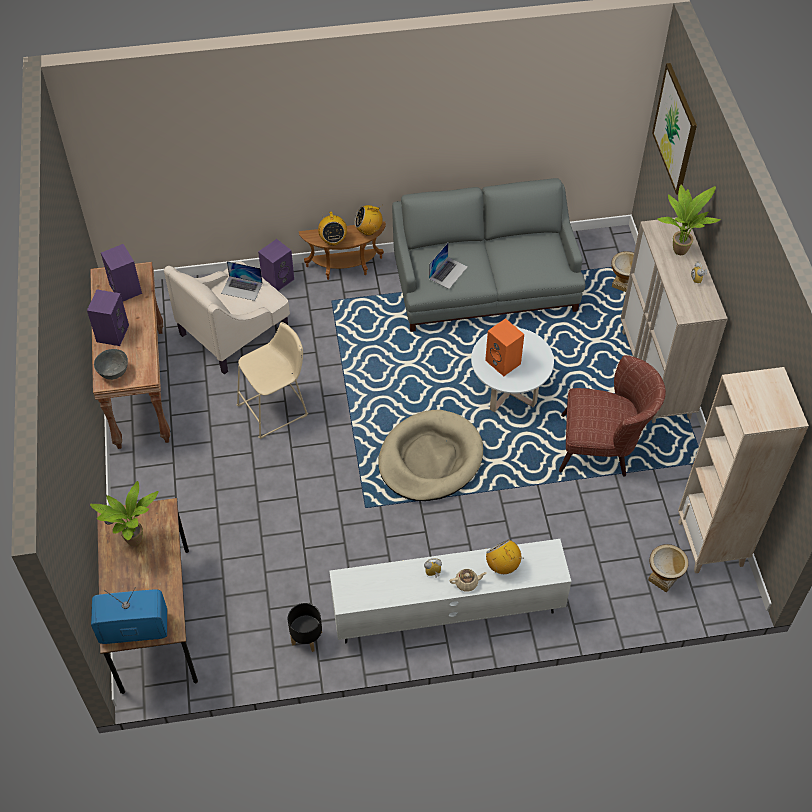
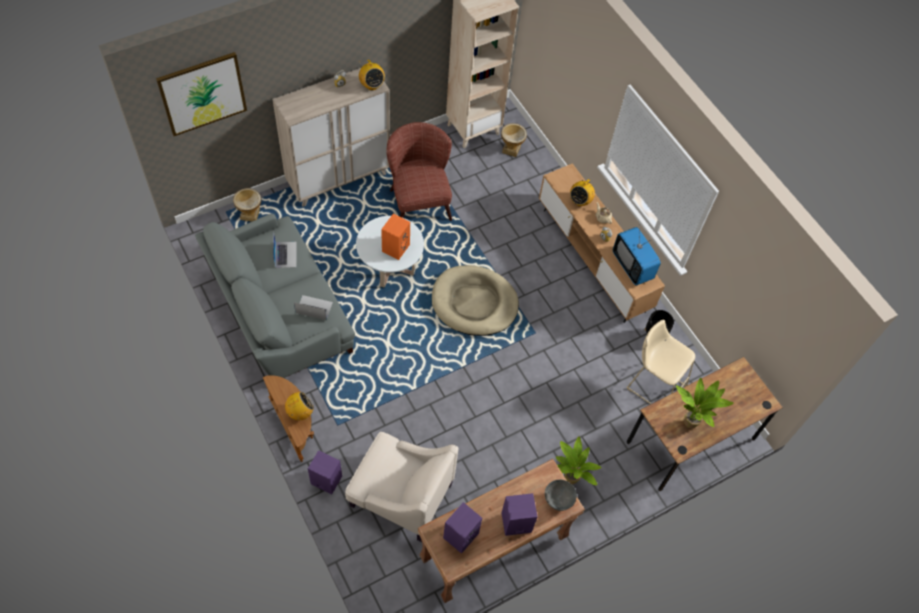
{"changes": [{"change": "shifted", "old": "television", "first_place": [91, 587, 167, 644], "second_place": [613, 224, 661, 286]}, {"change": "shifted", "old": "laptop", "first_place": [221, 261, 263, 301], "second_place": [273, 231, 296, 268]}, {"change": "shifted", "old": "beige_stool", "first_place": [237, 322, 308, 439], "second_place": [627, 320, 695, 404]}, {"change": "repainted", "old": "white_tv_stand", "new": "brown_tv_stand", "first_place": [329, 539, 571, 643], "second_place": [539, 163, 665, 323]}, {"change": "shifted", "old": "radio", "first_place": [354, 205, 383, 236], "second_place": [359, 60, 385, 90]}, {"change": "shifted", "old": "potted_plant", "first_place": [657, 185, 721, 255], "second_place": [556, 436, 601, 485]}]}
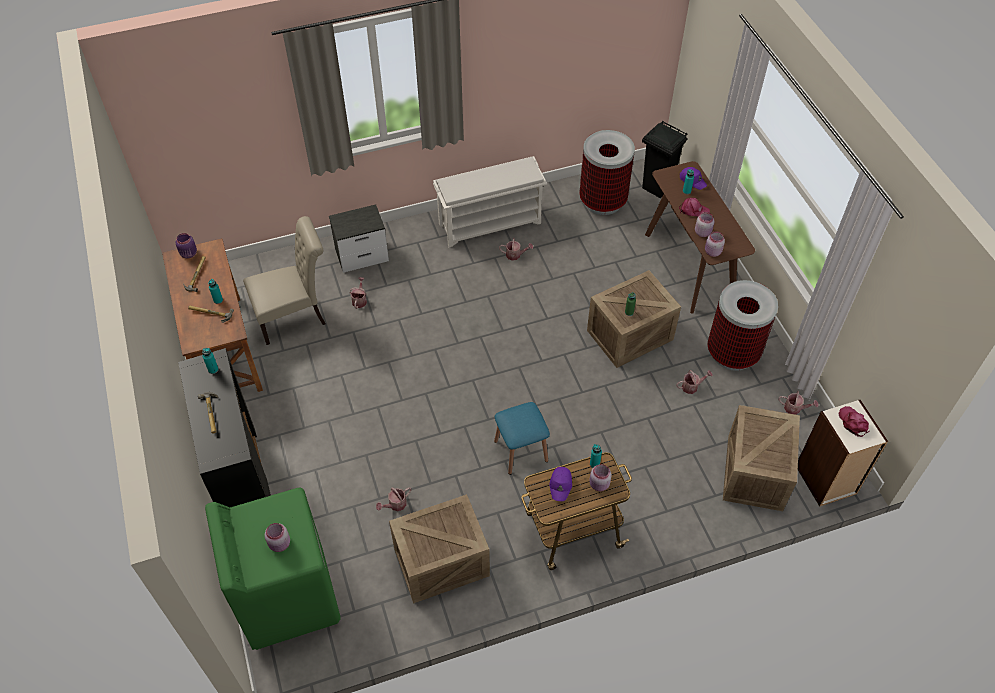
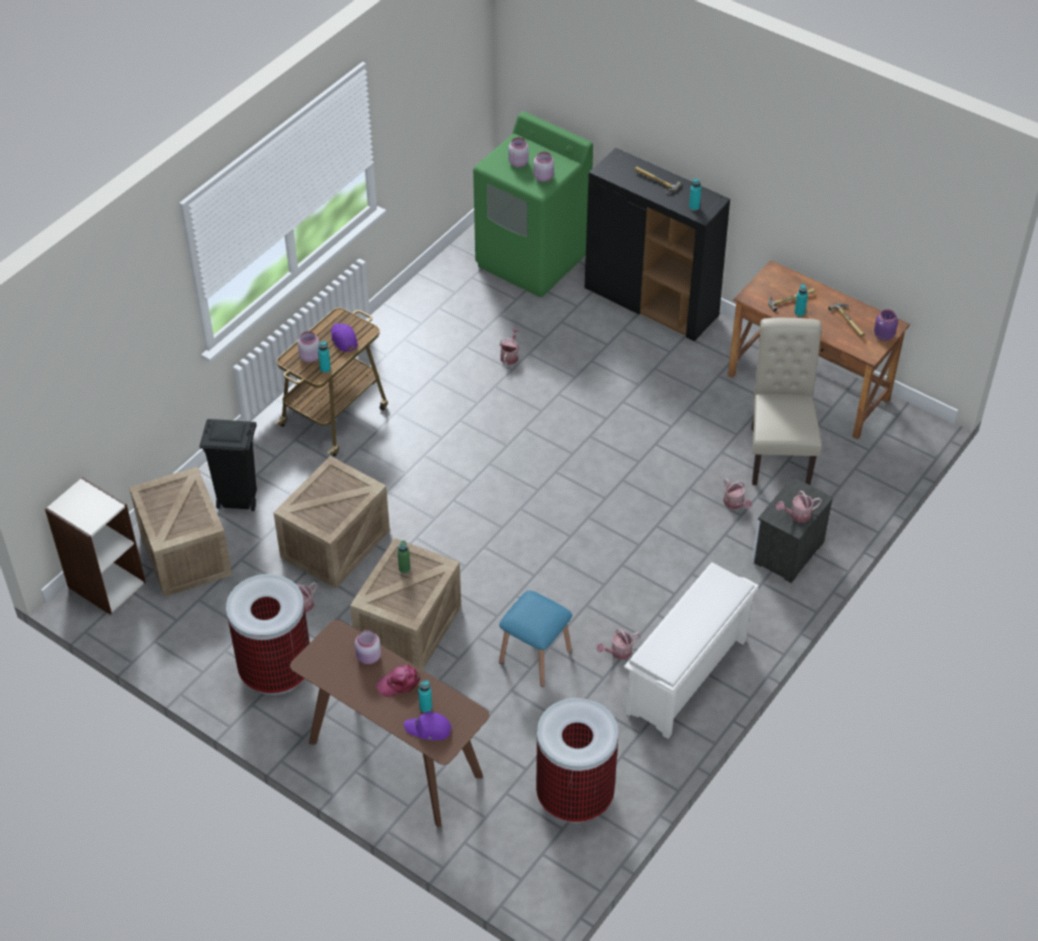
{"changes": [{"change": "rotated", "old": "beige_chair", "first_place": [243, 216, 326, 345], "second_place": [751, 318, 822, 485], "degrees": 150}, {"change": "shifted", "old": "crate", "first_place": [389, 494, 490, 604], "second_place": [274, 456, 390, 589]}, {"change": "shifted", "old": "blue_stool", "first_place": [494, 402, 550, 475], "second_place": [499, 591, 572, 687]}, {"change": "shifted", "old": "black_trash_can", "first_place": [642, 121, 688, 198], "second_place": [199, 419, 257, 511]}, {"change": "shifted", "old": "pink_jar", "first_place": [705, 231, 725, 257], "second_place": [533, 152, 554, 182]}, {"change": "shifted", "old": "watering_can", "first_place": [778, 391, 818, 415], "second_place": [776, 491, 822, 522]}, {"change": "gone", "old": "pink_cap", "first_place": [838, 406, 869, 437]}]}
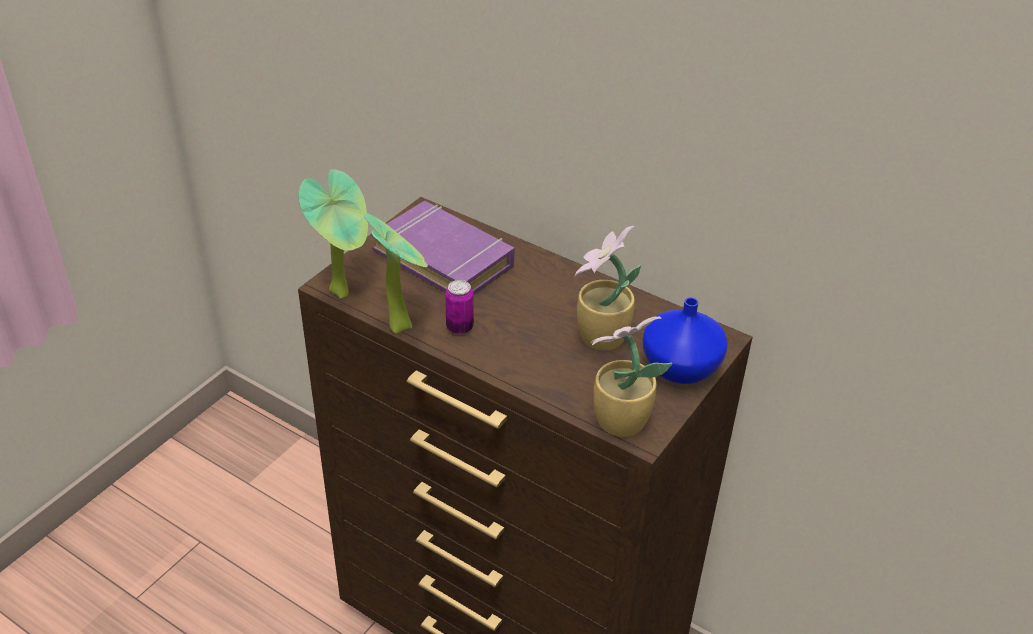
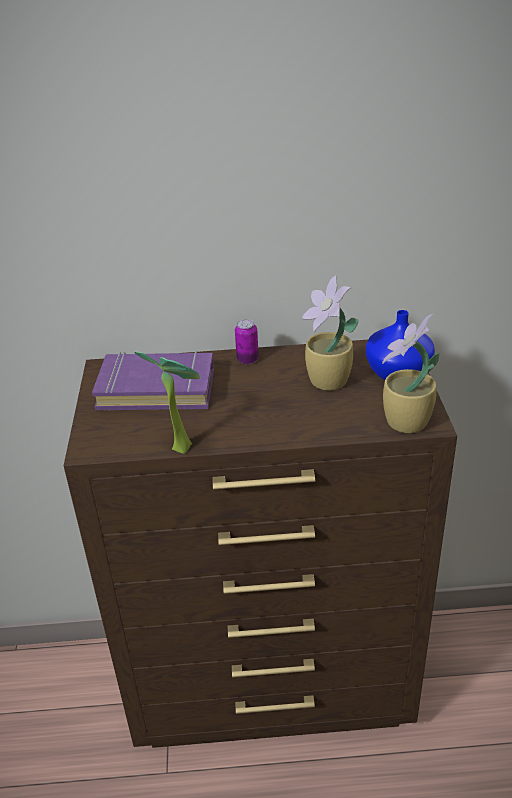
{"changes": [{"change": "gone", "old": "potted_plant", "first_place": [298, 169, 368, 299]}, {"change": "shifted", "old": "can", "first_place": [445, 280, 474, 334], "second_place": [235, 319, 259, 364]}]}
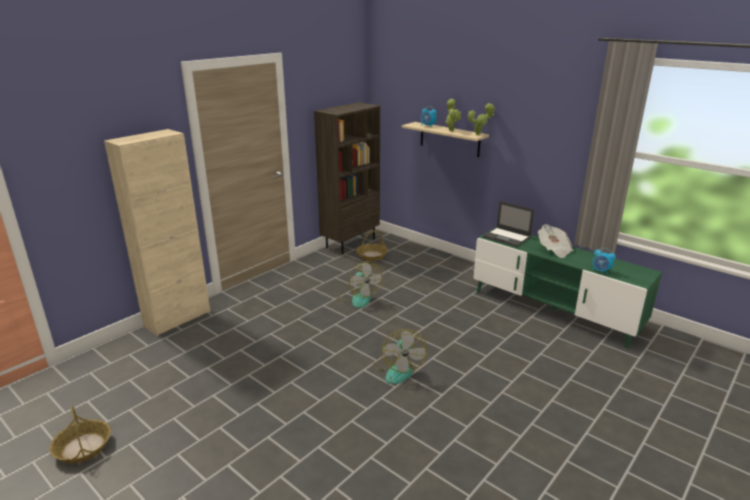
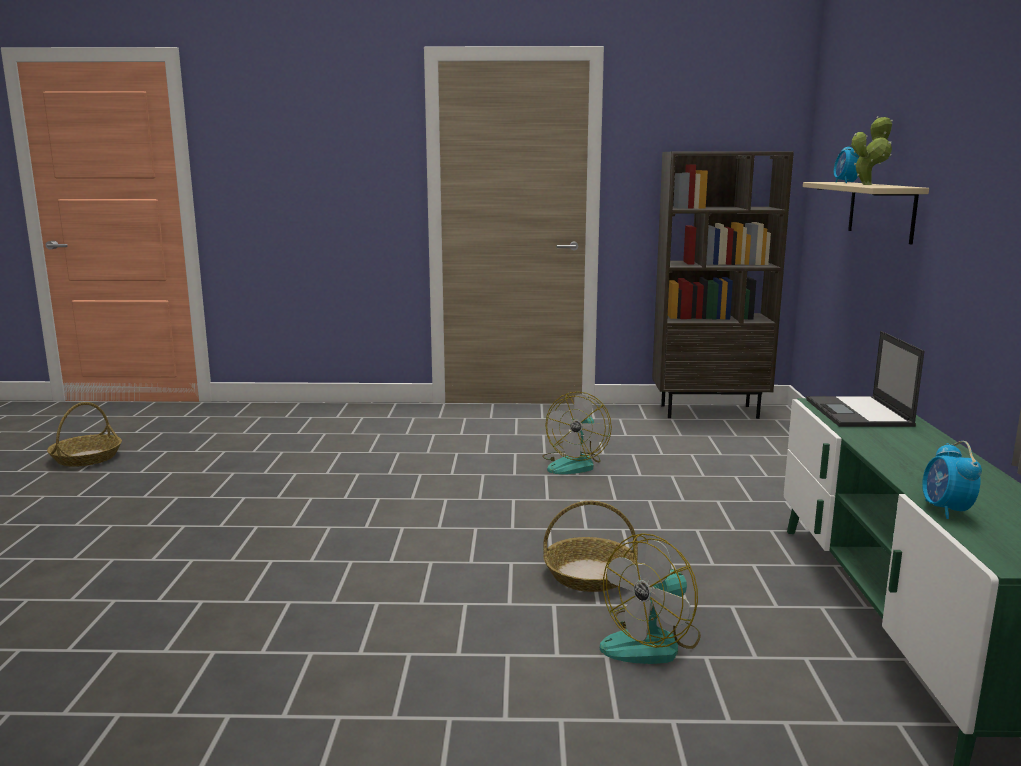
{"changes": [{"change": "gone", "old": "beige_cabinet", "first_place": [104, 129, 210, 336]}, {"change": "shifted", "old": "basket", "first_place": [356, 231, 388, 261], "second_place": [543, 501, 638, 592]}, {"change": "shifted", "old": "fan", "first_place": [372, 330, 428, 384], "second_place": [600, 533, 701, 664]}, {"change": "gone", "old": "potted_plant", "first_place": [468, 103, 495, 136]}, {"change": "gone", "old": "newspaper", "first_place": [538, 225, 573, 258]}]}
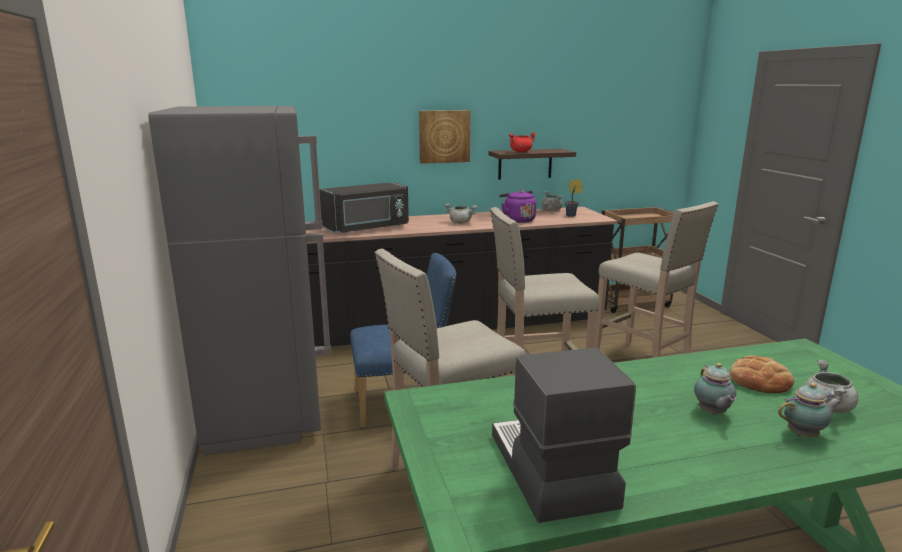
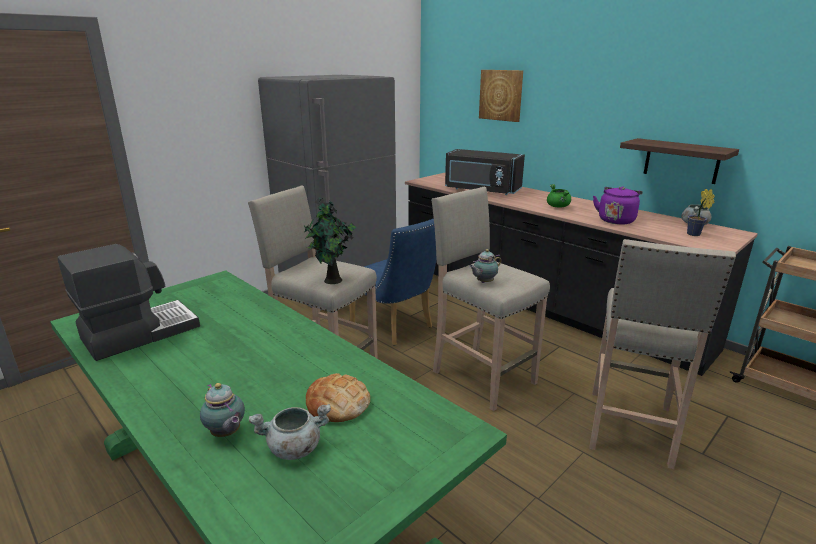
{"changes": [{"change": "shifted", "old": "picture", "first_place": [419, 110, 470, 164], "second_place": [479, 70, 523, 122]}, {"change": "repainted", "old": "grey_cooking_pot", "new": "green_cooking_pot", "first_place": [445, 203, 477, 224], "second_place": [547, 184, 571, 208]}, {"change": "gone", "old": "red_cooking_pot", "first_place": [509, 132, 536, 152]}, {"change": "shifted", "old": "teapot", "first_place": [694, 363, 736, 415], "second_place": [469, 249, 502, 283]}, {"change": "new", "new": "potted_plant", "second_place": [304, 197, 356, 284]}]}
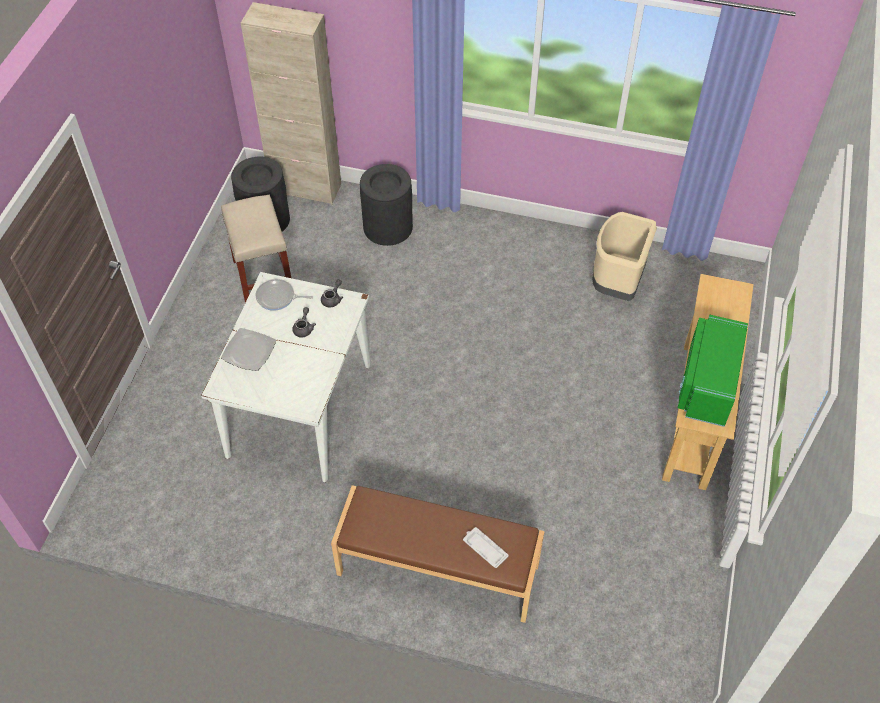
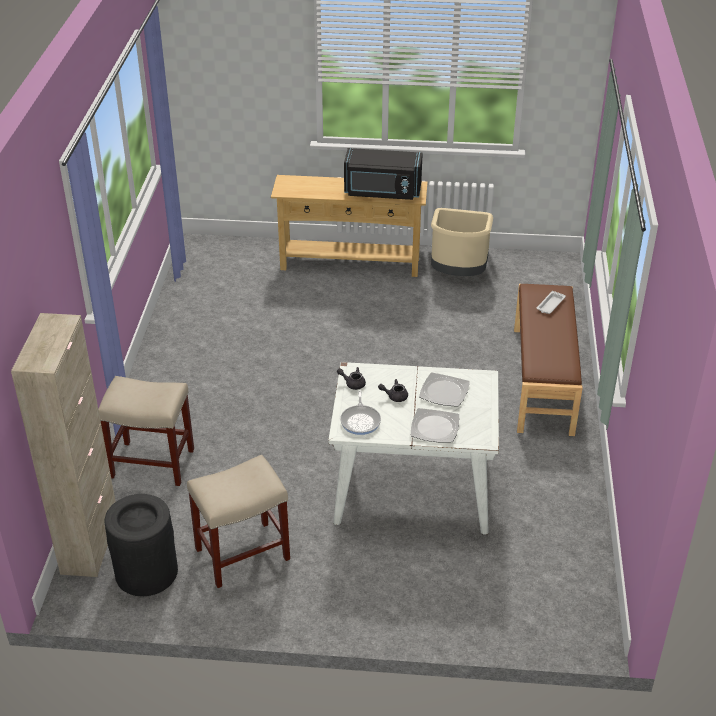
{"changes": [{"change": "swapped", "old": "black_trash_can", "new": "beige_stool", "first_place": [360, 164, 413, 246], "second_place": [98, 376, 194, 486]}, {"change": "shifted", "old": "beige_trash_can", "first_place": [592, 212, 657, 301], "second_place": [431, 208, 493, 276]}, {"change": "repainted", "old": "green_microwave", "new": "black_microwave", "first_place": [678, 315, 748, 427], "second_place": [344, 148, 423, 200]}, {"change": "new", "new": "plate", "second_place": [419, 372, 470, 407]}]}
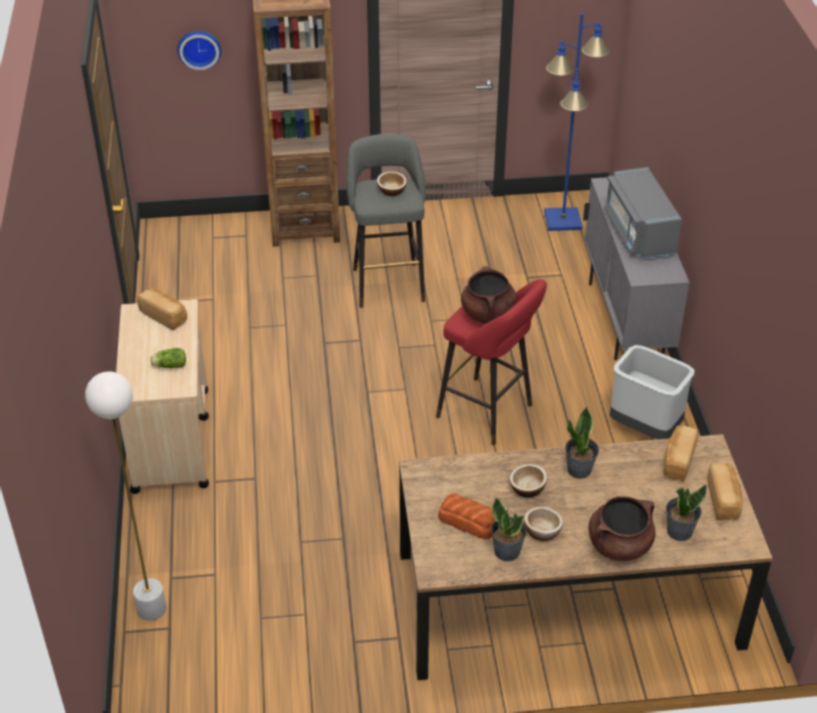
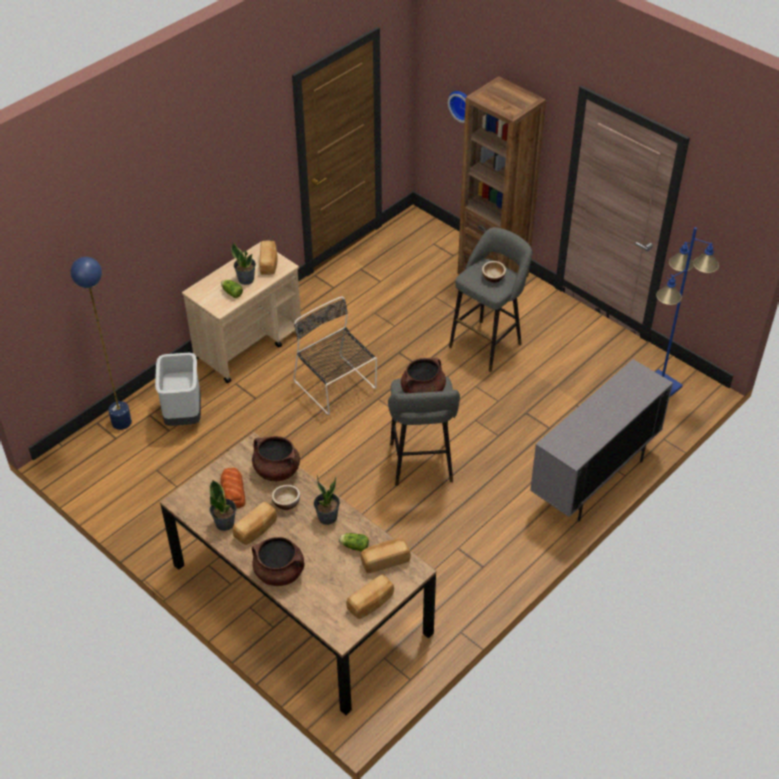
{"changes": [{"change": "repainted", "old": "white_floor_lamp", "new": "blue_floor_lamp", "first_place": [85, 371, 166, 621], "second_place": [70, 257, 132, 430]}, {"change": "repainted", "old": "red_stool", "new": "grey_stool", "first_place": [436, 279, 547, 445], "second_place": [388, 376, 460, 486]}, {"change": "swapped", "old": "bowl", "new": "bread", "first_place": [524, 507, 563, 541], "second_place": [232, 502, 277, 545]}, {"change": "gone", "old": "grey_microwave", "first_place": [604, 167, 682, 259]}, {"change": "shifted", "old": "grey_trash_can", "first_place": [610, 345, 695, 439], "second_place": [155, 353, 201, 426]}, {"change": "shifted", "old": "potted_plant", "first_place": [666, 484, 707, 541], "second_place": [231, 243, 256, 285]}, {"change": "new", "new": "brown_cooking_pot", "second_place": [252, 436, 300, 481]}, {"change": "new", "new": "black_chair", "second_place": [293, 296, 377, 415]}, {"change": "new", "new": "lettuce", "second_place": [339, 533, 369, 552]}]}
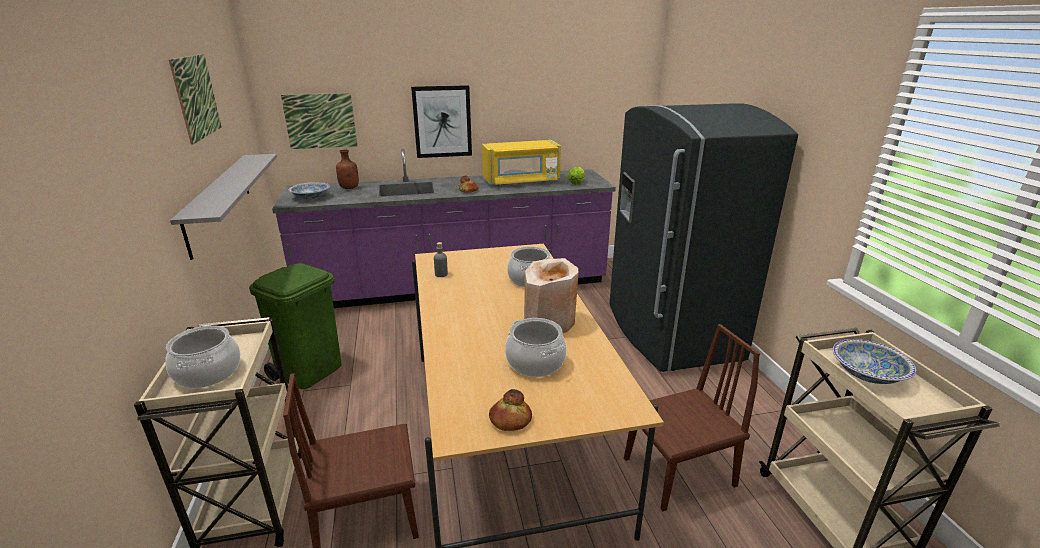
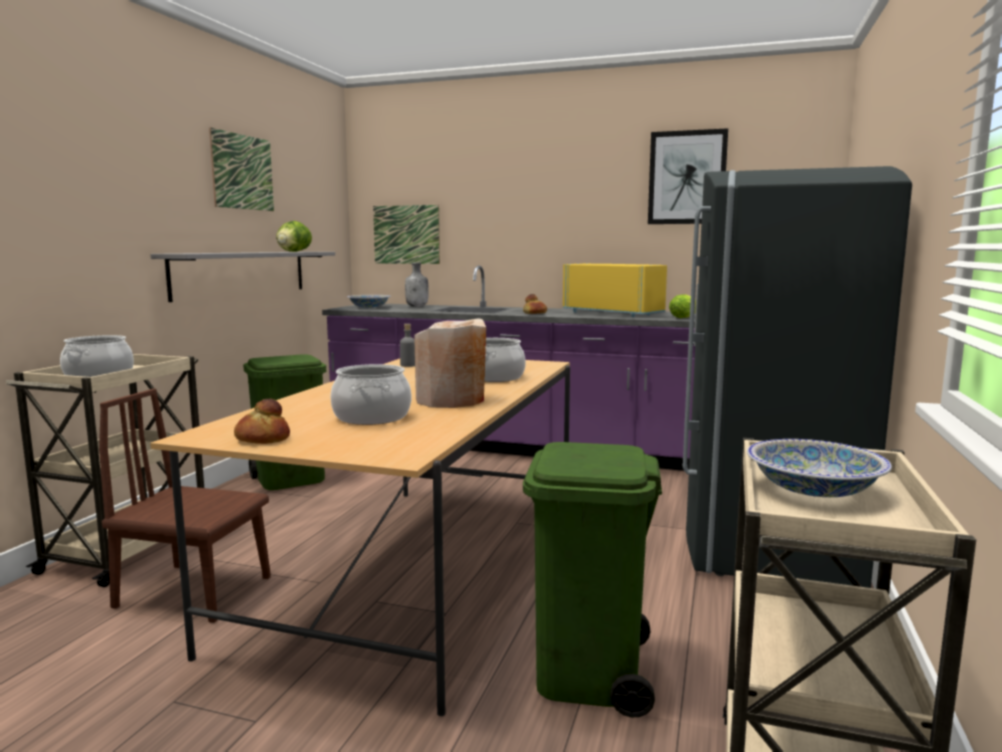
{"changes": [{"change": "repainted", "old": "brown_bottle", "new": "grey_bottle", "first_place": [336, 150, 359, 189], "second_place": [405, 263, 429, 307]}, {"change": "shifted", "old": "picture", "first_place": [411, 85, 472, 158], "second_place": [648, 128, 728, 224]}, {"change": "rotated", "old": "yellow_microwave", "first_place": [482, 140, 561, 186], "second_place": [563, 264, 667, 317], "degrees": -150}, {"change": "swapped", "old": "brown_chair", "new": "green_trash_can", "first_place": [624, 324, 760, 511], "second_place": [523, 442, 662, 718]}, {"change": "new", "new": "lettuce", "second_place": [276, 221, 312, 252]}]}
